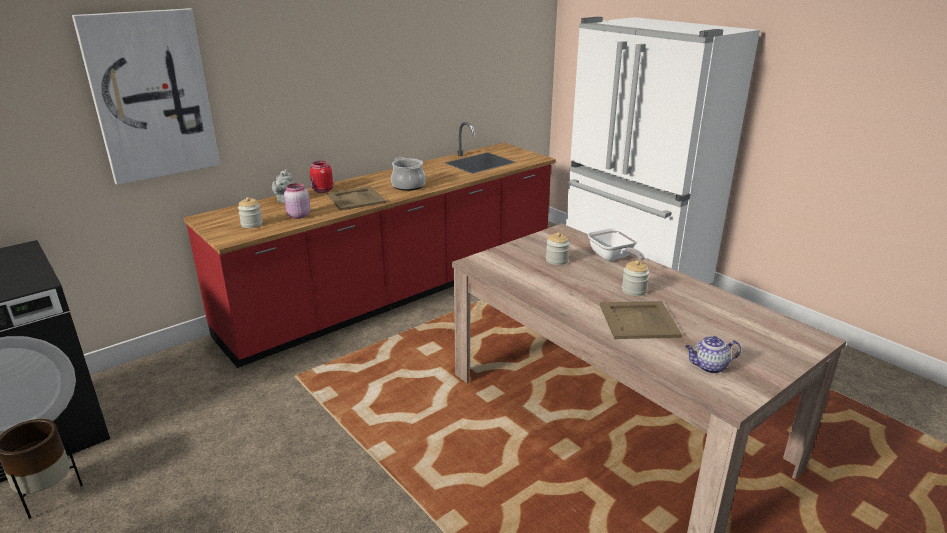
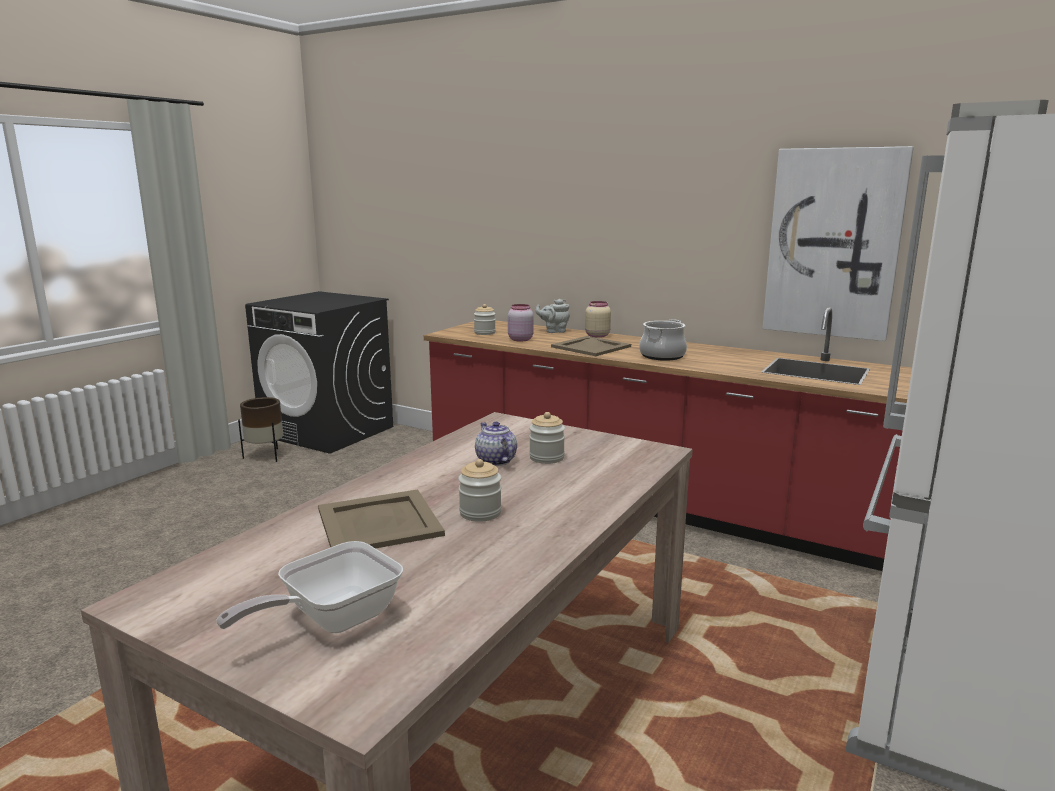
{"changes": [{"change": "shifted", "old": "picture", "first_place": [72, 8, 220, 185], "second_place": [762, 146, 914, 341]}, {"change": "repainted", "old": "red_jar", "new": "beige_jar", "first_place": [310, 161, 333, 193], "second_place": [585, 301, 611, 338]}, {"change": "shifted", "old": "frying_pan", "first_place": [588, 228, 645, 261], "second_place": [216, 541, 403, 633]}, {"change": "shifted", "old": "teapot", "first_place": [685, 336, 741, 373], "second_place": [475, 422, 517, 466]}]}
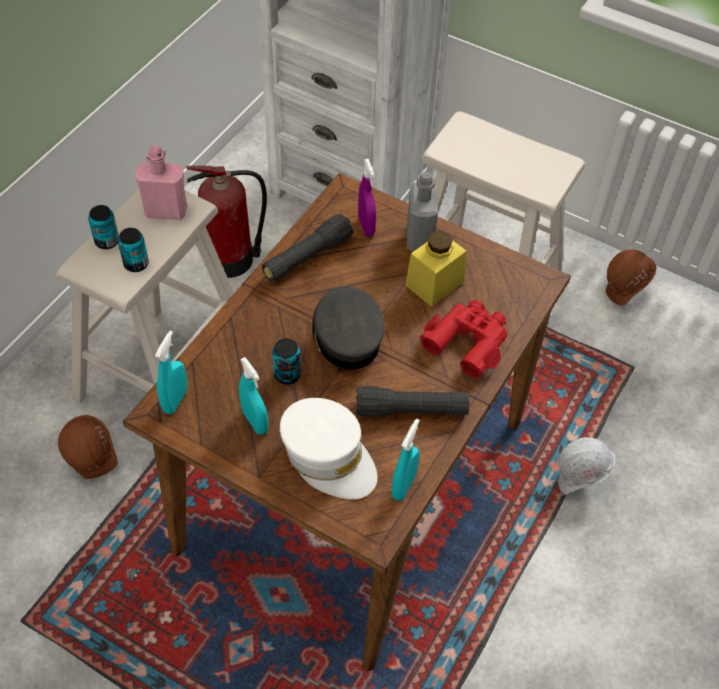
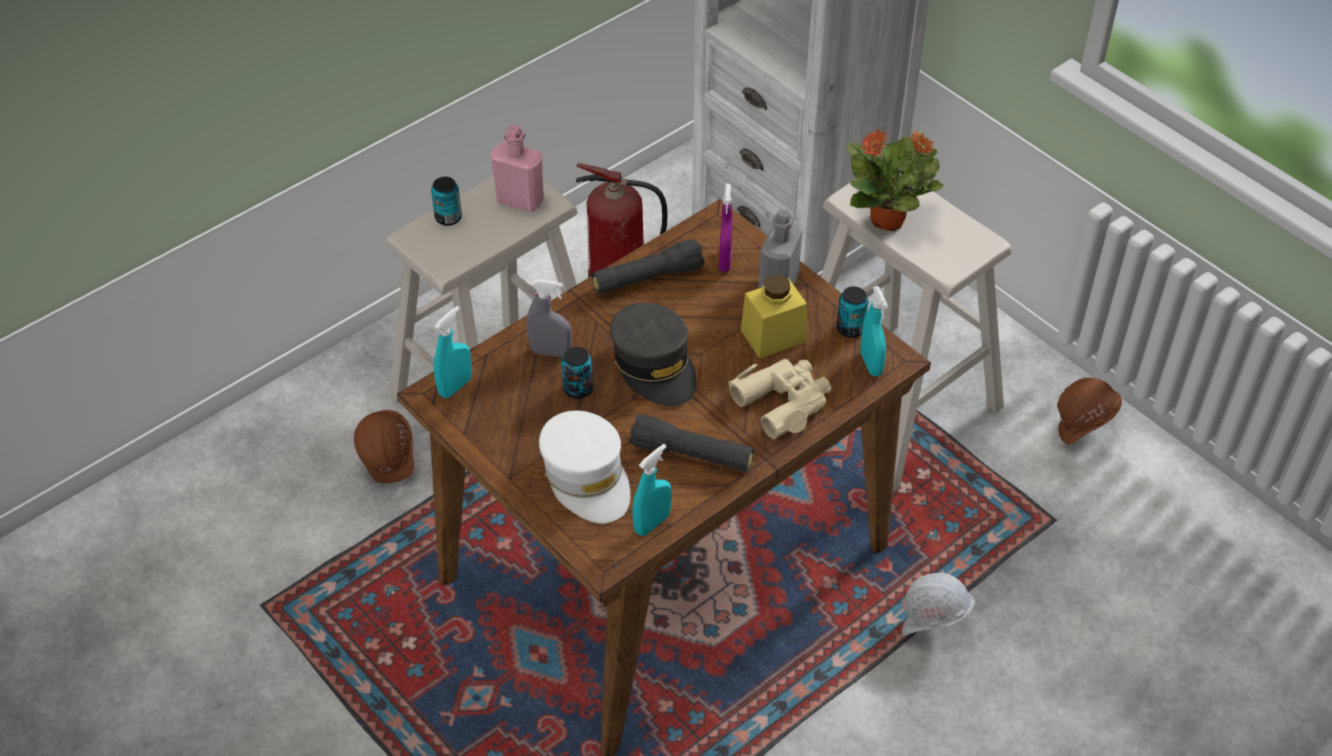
{"changes": [{"change": "shifted", "old": "can", "first_place": [118, 228, 149, 272], "second_place": [836, 286, 869, 338]}, {"change": "shifted", "old": "turquoise_spray_bottle", "first_place": [239, 357, 268, 435], "second_place": [860, 286, 888, 376]}, {"change": "rotated", "old": "grey_cap", "first_place": [312, 286, 385, 370], "second_place": [610, 303, 697, 407], "degrees": 150}, {"change": "repainted", "old": "red_binoculars", "new": "beige_binoculars", "first_place": [420, 300, 507, 378], "second_place": [728, 359, 832, 439]}, {"change": "new", "new": "grey_spray_bottle", "second_place": [527, 279, 572, 357]}, {"change": "new", "new": "potted_plant", "second_place": [846, 129, 943, 231]}]}
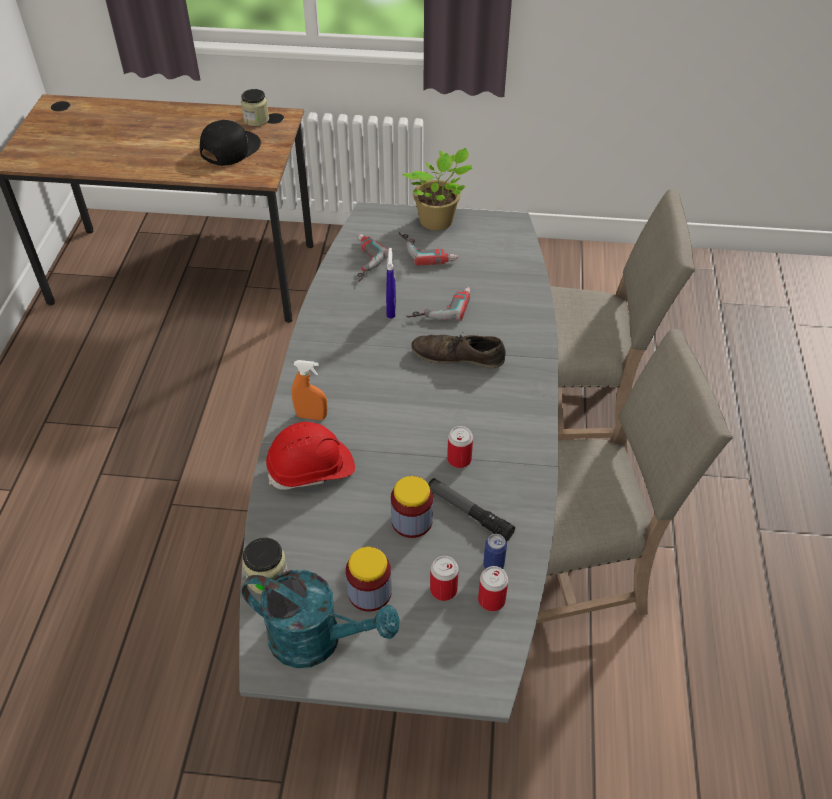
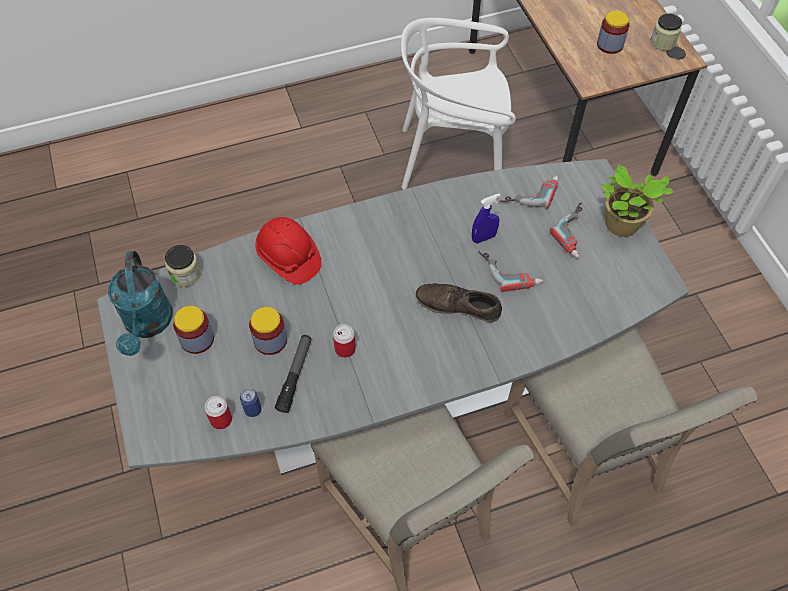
{"changes": [{"change": "swapped", "old": "black_cap", "new": "jar", "first_place": [200, 120, 261, 166], "second_place": [597, 11, 629, 54]}, {"change": "gone", "old": "orange_spray_bottle", "first_place": [292, 360, 327, 420]}, {"change": "rotated", "old": "brown_shoe", "first_place": [411, 335, 506, 368], "second_place": [416, 283, 502, 322], "degrees": -60}, {"change": "gone", "old": "can", "first_place": [430, 556, 459, 601]}, {"change": "new", "new": "white_chair", "second_place": [401, 18, 516, 189]}]}
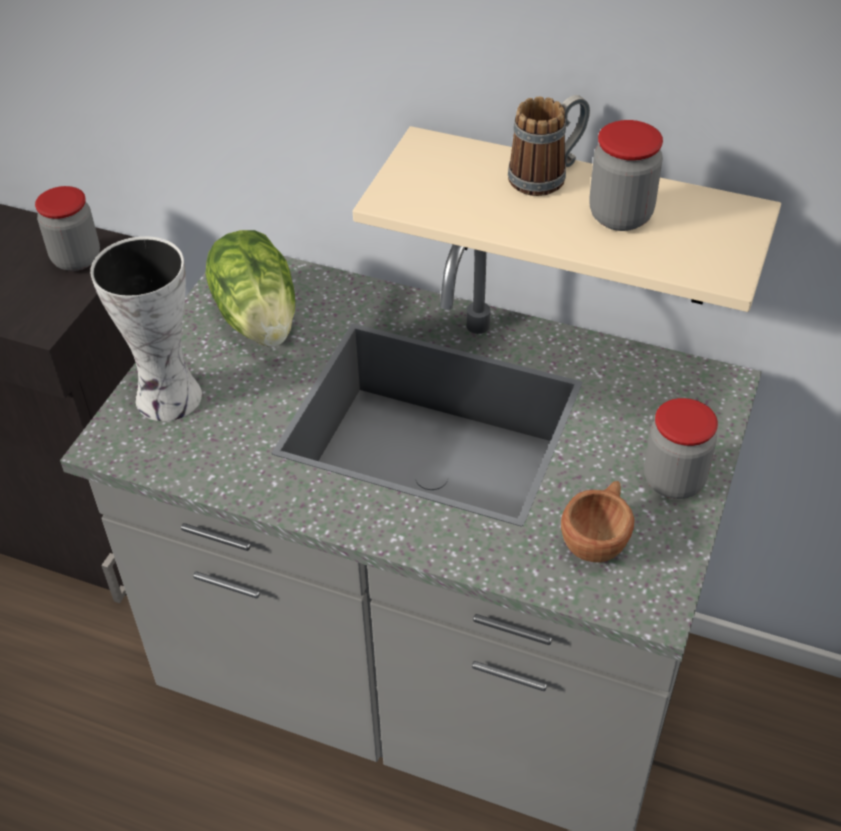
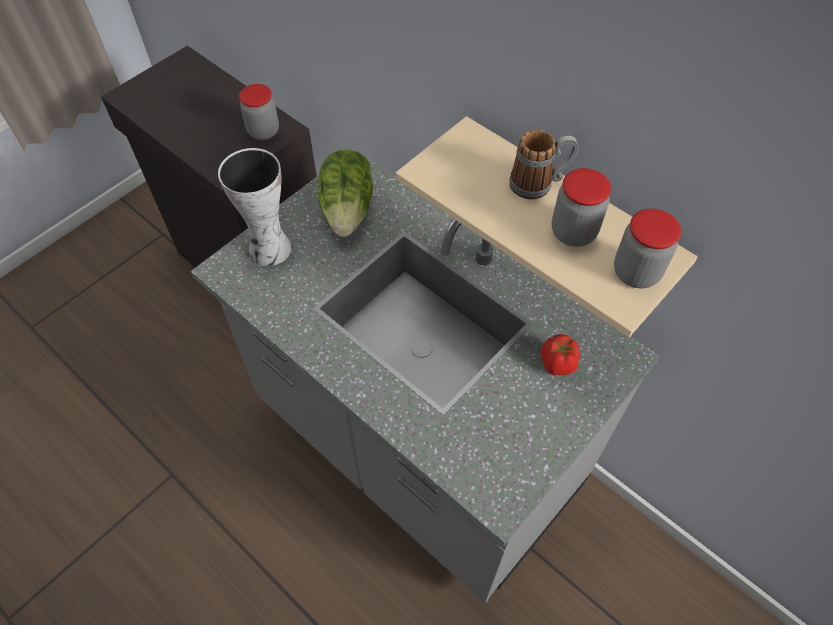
{"changes": [{"change": "gone", "old": "brown_cup", "first_place": [561, 481, 634, 563]}, {"change": "shifted", "old": "jar", "first_place": [644, 398, 718, 499], "second_place": [614, 209, 681, 288]}, {"change": "new", "new": "tomato", "second_place": [541, 334, 580, 375]}]}
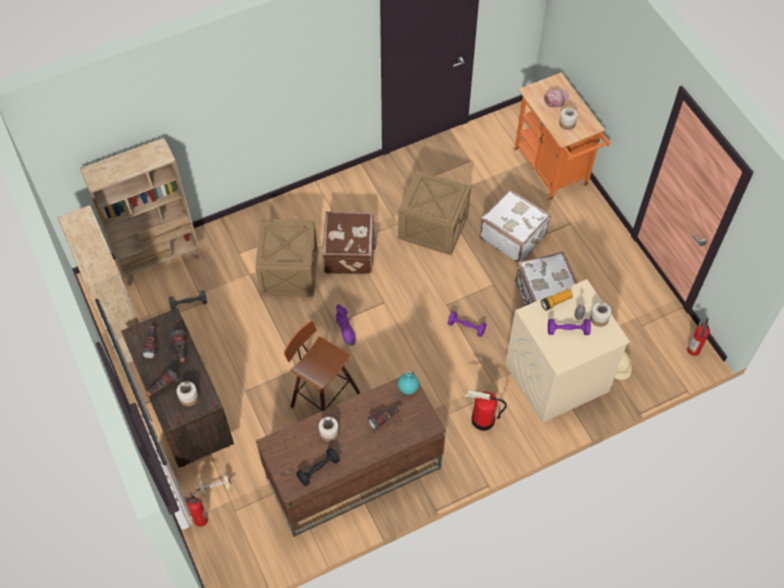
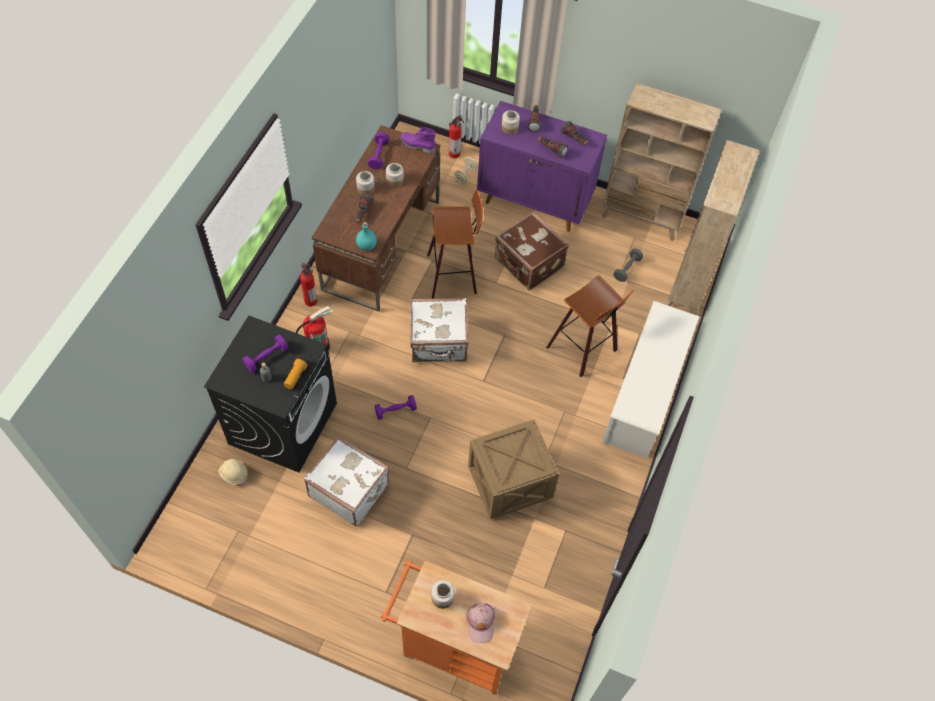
{"changes": [{"change": "repainted", "old": "brown_cabinet", "new": "purple_cabinet", "first_place": [121, 308, 234, 468], "second_place": [477, 101, 607, 232]}, {"change": "swapped", "old": "crate", "new": "stool", "first_place": [255, 219, 318, 297], "second_place": [546, 275, 633, 377]}, {"change": "repainted", "old": "black_dumbbell", "new": "purple_dumbbell", "first_place": [296, 448, 340, 486], "second_place": [368, 132, 390, 170]}, {"change": "shifted", "old": "brown_suitcase", "first_place": [322, 211, 378, 274], "second_place": [495, 212, 569, 291]}, {"change": "shifted", "old": "purple_boot", "first_place": [336, 304, 356, 346], "second_place": [400, 127, 436, 154]}, {"change": "shifted", "old": "white_suitcase", "first_place": [480, 189, 551, 263], "second_place": [410, 298, 468, 362]}, {"change": "repainted", "old": "beige_washing_machine", "new": "black_washing_machine", "first_place": [505, 279, 630, 423], "second_place": [204, 315, 337, 473]}, {"change": "shifted", "old": "jar", "first_place": [590, 302, 611, 327], "second_place": [356, 171, 375, 195]}, {"change": "shifted", "old": "fire_extinguisher", "first_place": [687, 318, 710, 356], "second_place": [300, 263, 317, 306]}, {"change": "new", "new": "white_shoe_rack", "second_place": [602, 301, 699, 459]}]}
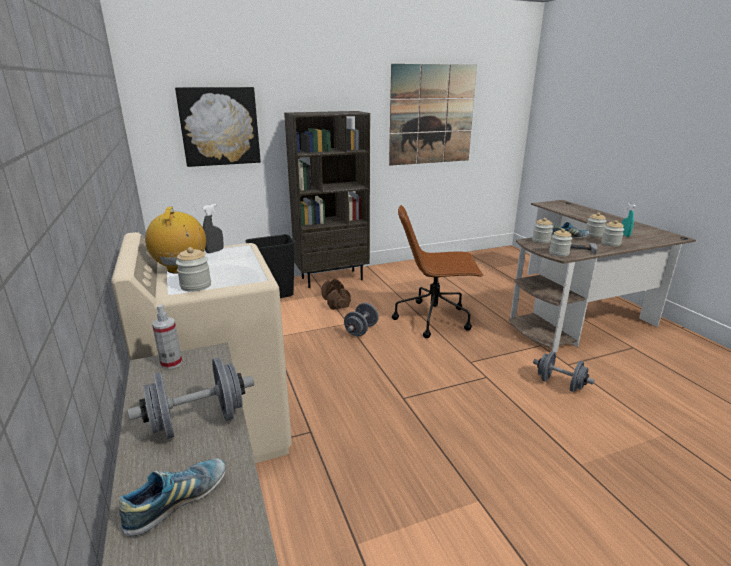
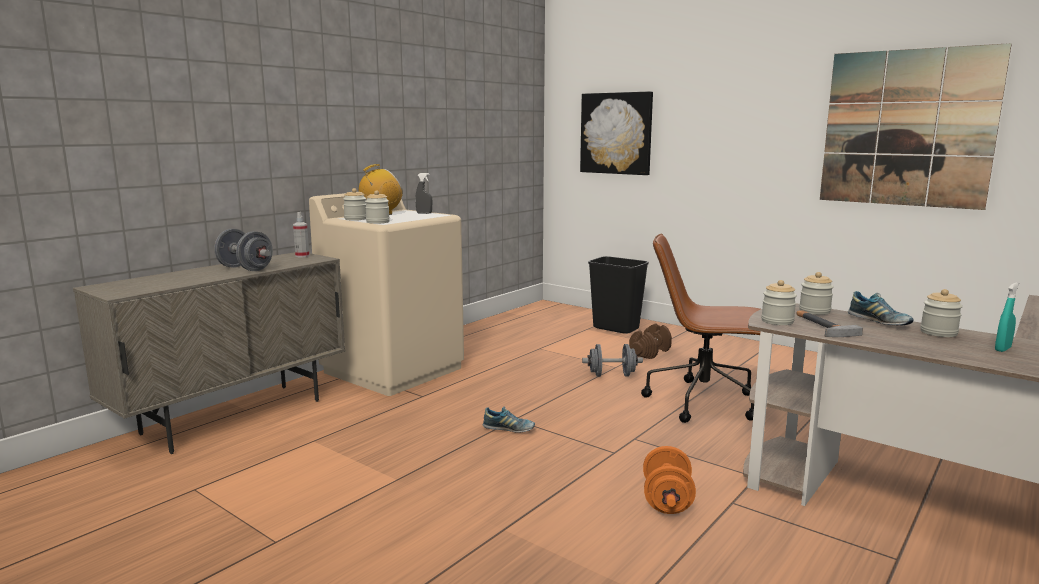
{"changes": [{"change": "shifted", "old": "shoe", "first_place": [119, 458, 226, 537], "second_place": [483, 407, 535, 432]}, {"change": "gone", "old": "brown_bookcase", "first_place": [284, 111, 370, 288]}, {"change": "rotated", "old": "brown_office_chair", "first_place": [392, 205, 484, 338], "second_place": [641, 234, 761, 423], "degrees": -45}, {"change": "repainted", "old": "grey_dumbbell", "new": "orange_dumbbell", "first_place": [533, 351, 594, 392], "second_place": [643, 446, 696, 514]}, {"change": "shifted", "old": "jar", "first_place": [601, 220, 624, 247], "second_place": [365, 190, 390, 224]}]}
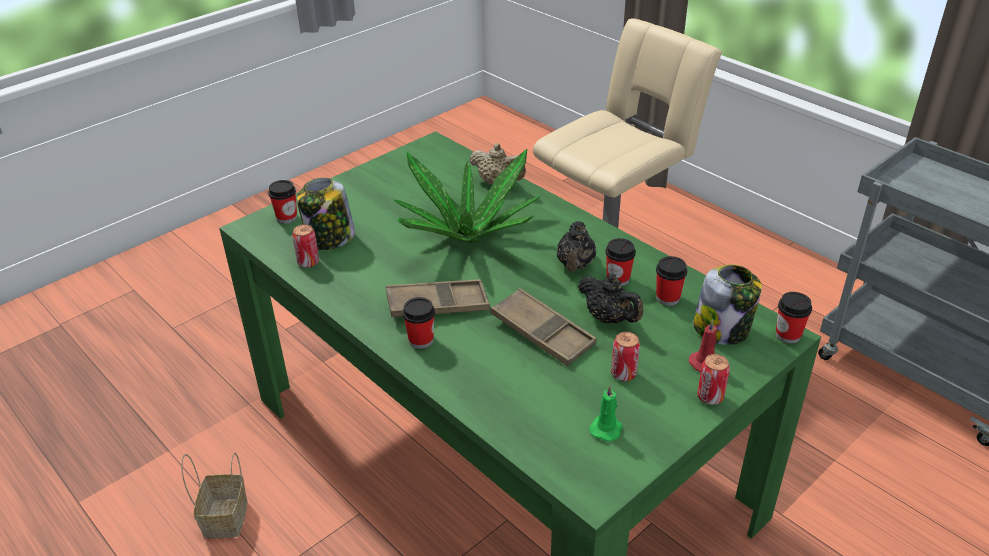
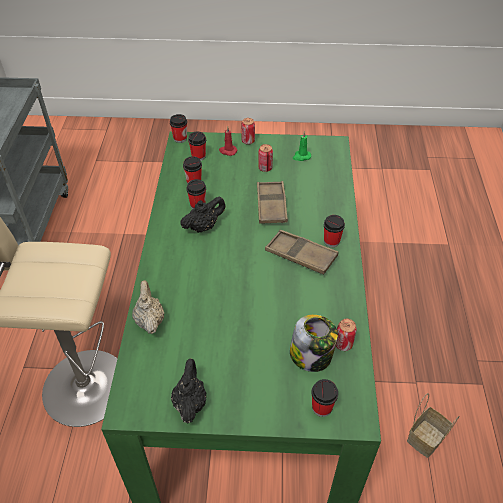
{"changes": [{"change": "gone", "old": "potted_plant", "first_place": [394, 149, 540, 243]}, {"change": "shifted", "old": "black_teapot", "first_place": [578, 273, 643, 323], "second_place": [171, 358, 207, 424]}, {"change": "swapped", "old": "jar", "new": "cup", "first_place": [693, 264, 762, 345], "second_place": [188, 132, 206, 161]}]}
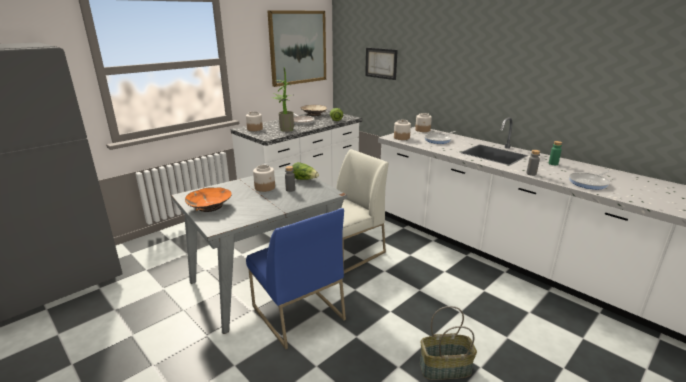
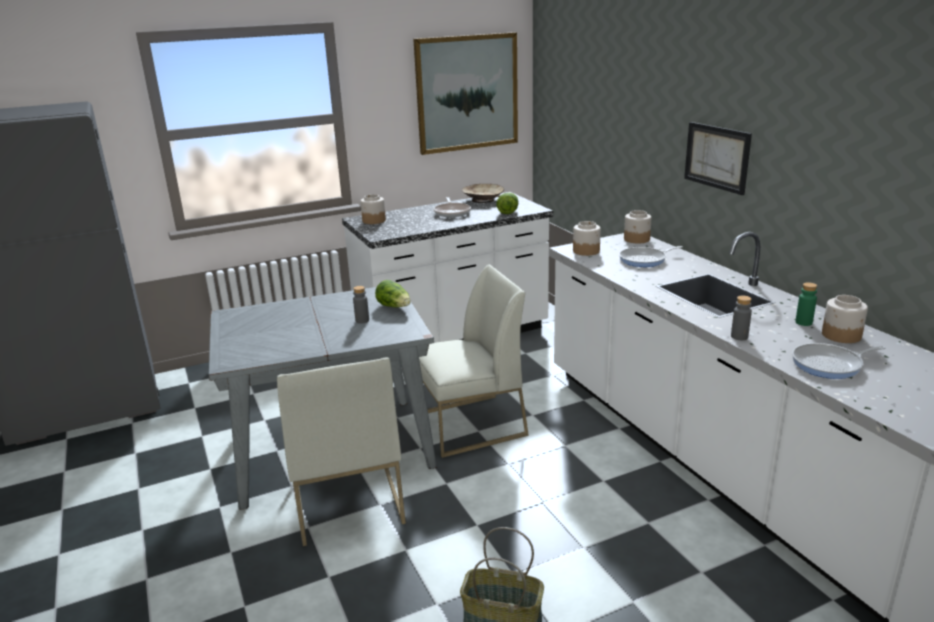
{"changes": [{"change": "gone", "old": "orange_bowl", "first_place": [185, 187, 232, 212]}, {"change": "repainted", "old": "blue_chair", "new": "white_chair", "first_place": [246, 208, 346, 349], "second_place": [277, 357, 406, 546]}, {"change": "shifted", "old": "jar", "first_place": [253, 165, 275, 192], "second_place": [822, 295, 868, 343]}, {"change": "gone", "old": "potted_plant", "first_place": [271, 67, 294, 132]}, {"change": "shifted", "old": "picture", "first_place": [365, 48, 398, 80], "second_place": [684, 122, 752, 195]}]}
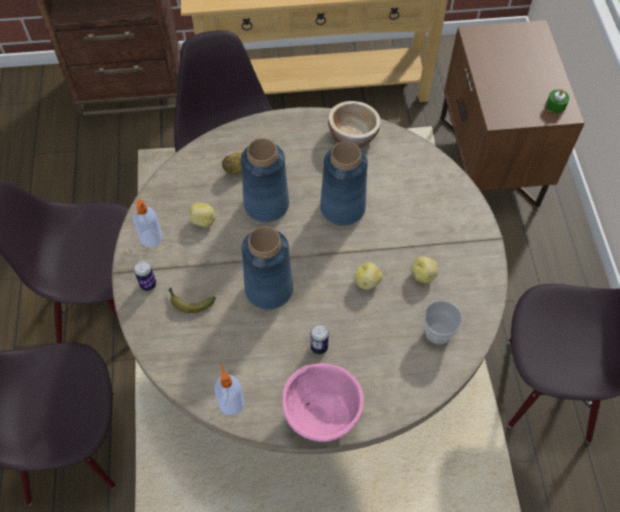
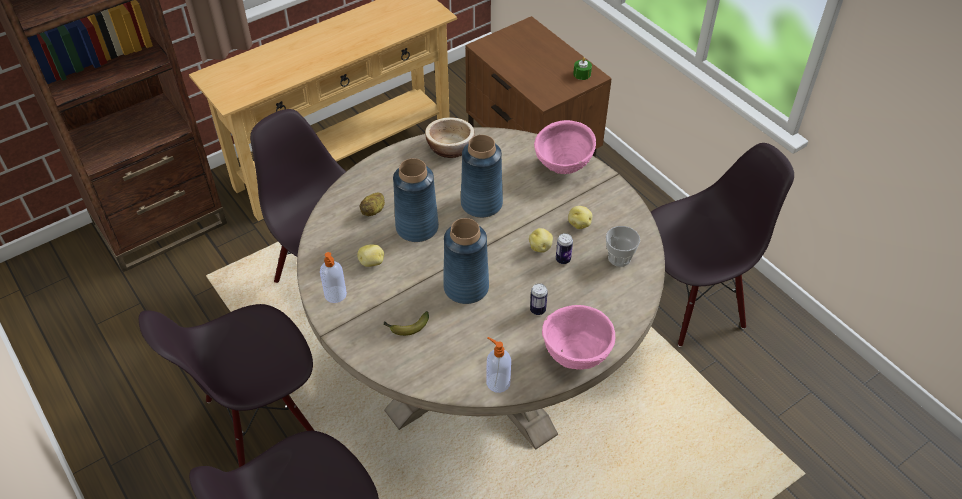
{"changes": [{"change": "shifted", "old": "can", "first_place": [134, 261, 156, 291], "second_place": [556, 233, 573, 264]}, {"change": "new", "new": "pink_bowl", "second_place": [534, 120, 596, 174]}]}
